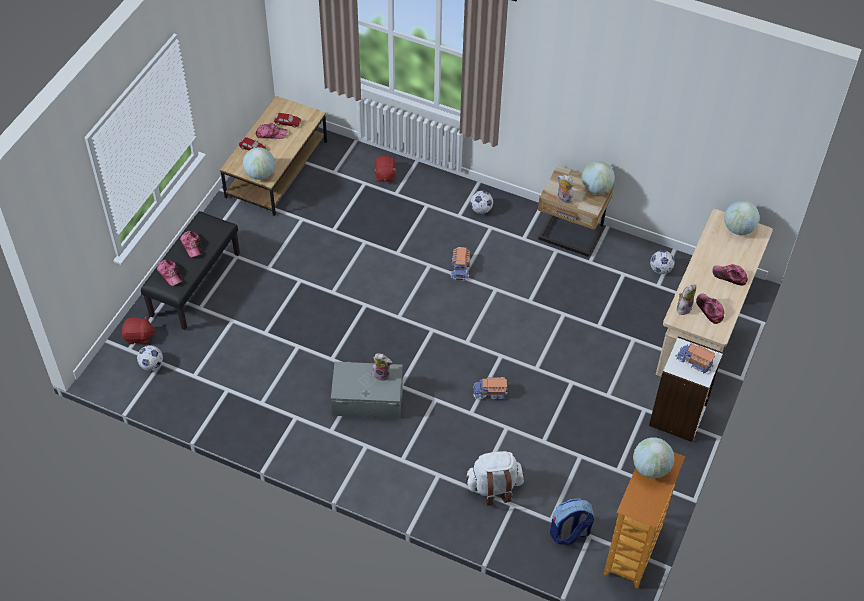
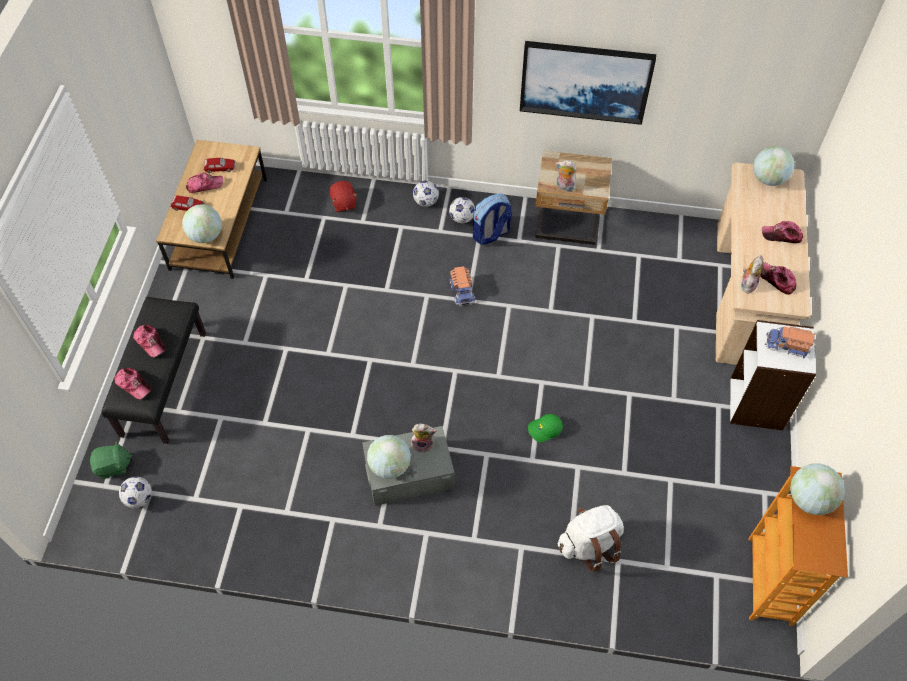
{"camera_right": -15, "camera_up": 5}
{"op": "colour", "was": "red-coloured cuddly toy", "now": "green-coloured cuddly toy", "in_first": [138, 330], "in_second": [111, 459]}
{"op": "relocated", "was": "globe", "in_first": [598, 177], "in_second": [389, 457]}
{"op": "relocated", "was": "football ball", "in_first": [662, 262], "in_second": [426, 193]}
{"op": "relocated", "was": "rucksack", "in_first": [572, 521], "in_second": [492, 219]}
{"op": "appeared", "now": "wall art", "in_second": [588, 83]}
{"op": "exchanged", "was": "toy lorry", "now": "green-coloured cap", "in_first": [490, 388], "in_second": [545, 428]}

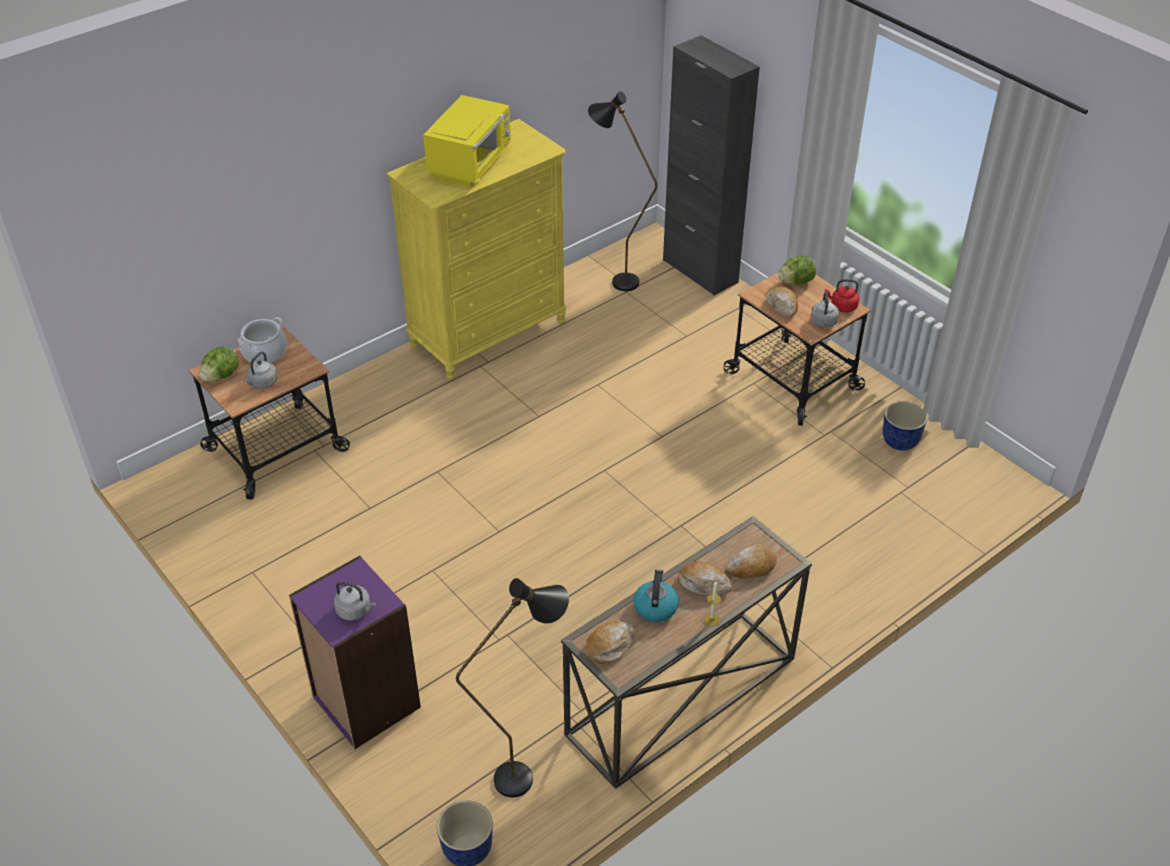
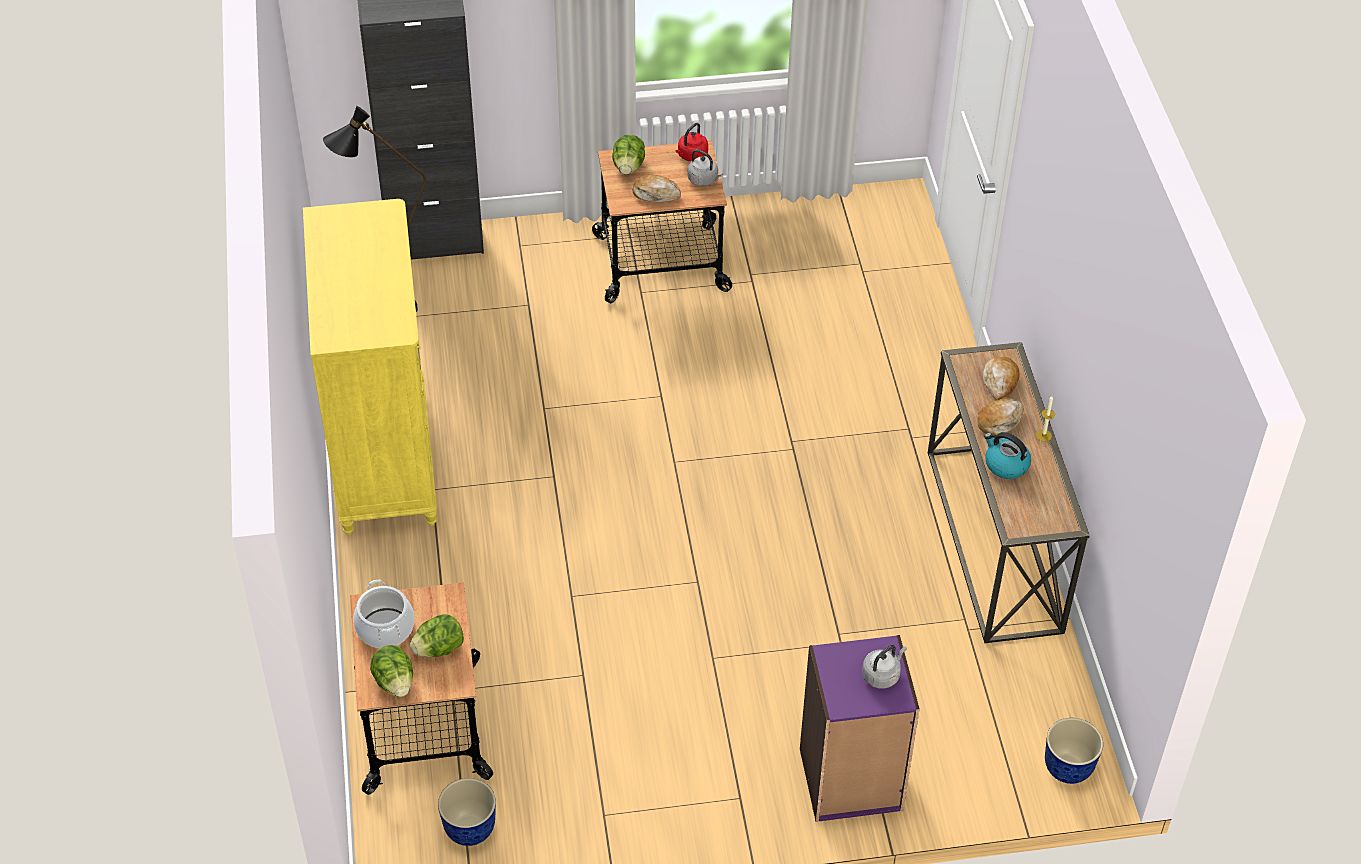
{"camera_right": -60, "camera_up": 5}
{"op": "exchanged", "was": "greyish water kettle", "now": "head of lettuce", "in_first": [260, 370], "in_second": [437, 636]}
{"op": "relocated", "was": "planter", "in_first": [905, 426], "in_second": [467, 812]}
{"op": "missing", "was": "yellow kitchen microwave", "in_first": [467, 140]}
{"op": "missing", "was": "black-coloured floor lamp", "in_first": [512, 687]}
{"op": "missing", "was": "bread", "in_first": [610, 642]}

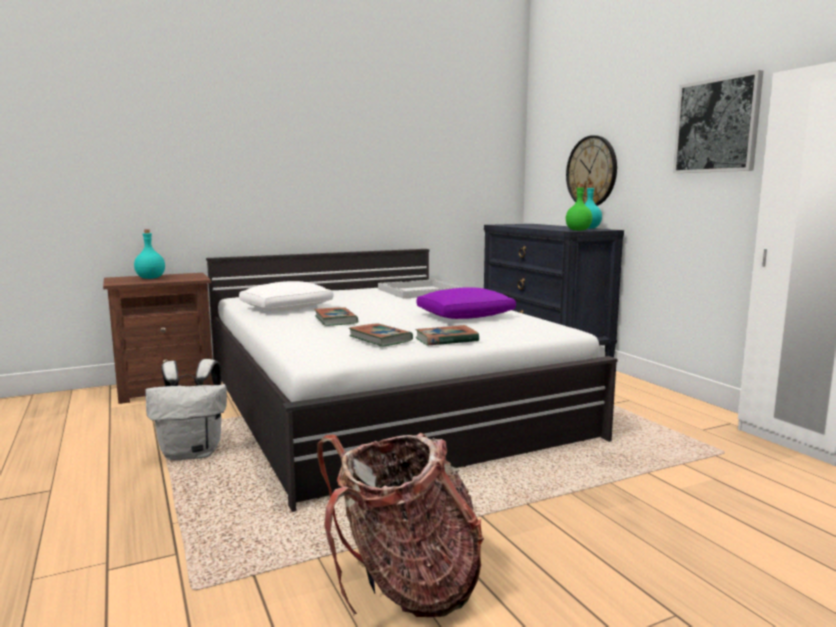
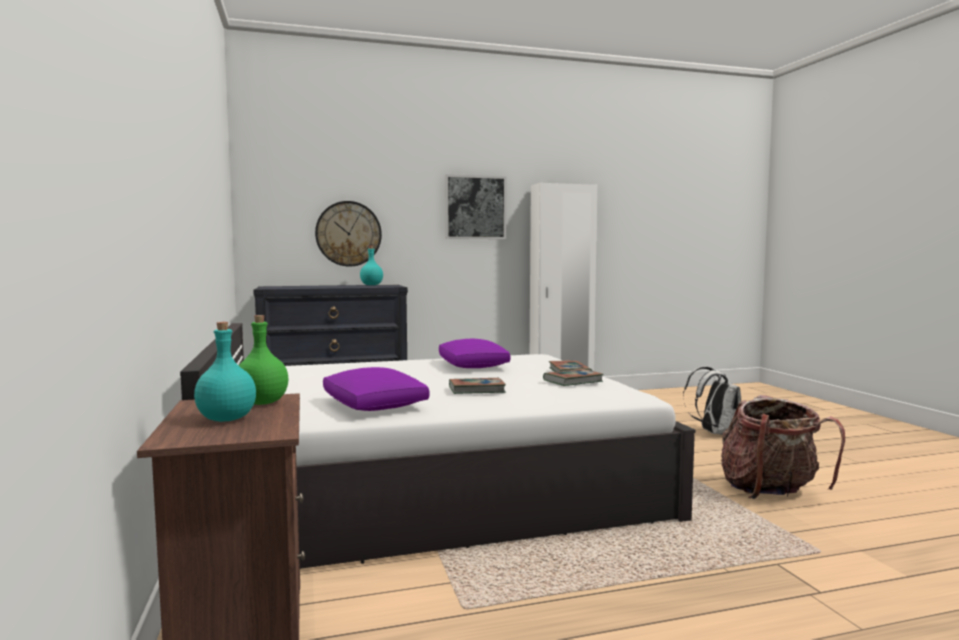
{"camera_right": -80, "camera_up": -5}
{"op": "relocated", "was": "green-coloured drink bottle", "in_first": [579, 207], "in_second": [264, 360]}
{"op": "colour", "was": "white-coloured throw pillow", "now": "purple-coloured throw pillow", "in_first": [286, 296], "in_second": [376, 389]}
{"op": "relocated", "was": "white-coloured rucksack", "in_first": [186, 409], "in_second": [712, 400]}
{"op": "missing", "was": "white-coloured tray", "in_first": [421, 289]}

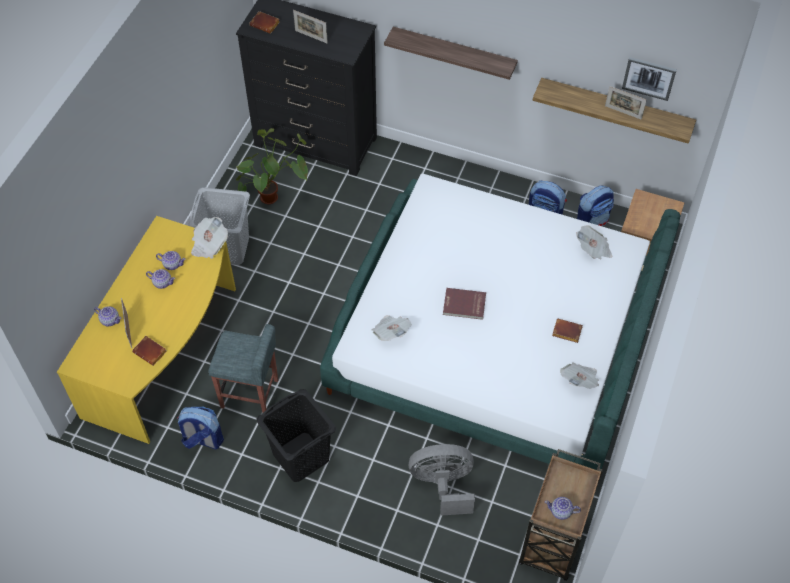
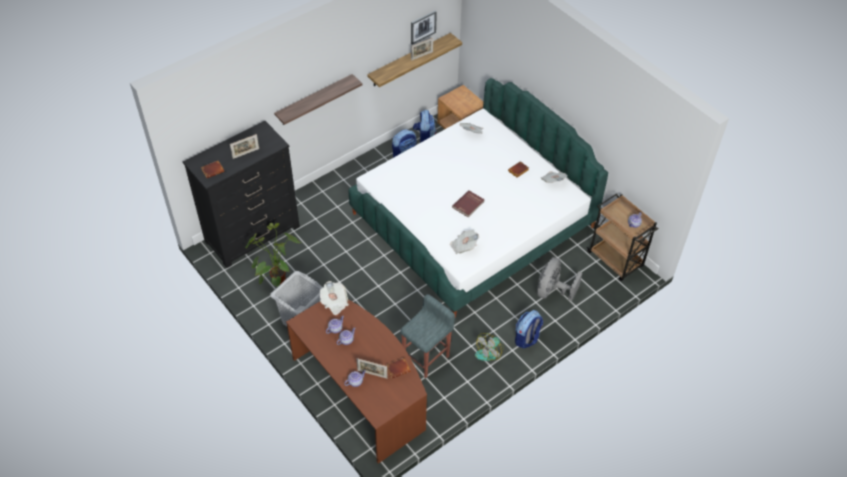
{"camera_right": -60, "camera_up": -5}
{"op": "colour", "was": "yellow desk unit", "now": "brownish desk unit", "in_first": [146, 330], "in_second": [356, 381]}
{"op": "exchanged", "was": "black-coloured laundry basket", "now": "electric fan", "in_first": [296, 435], "in_second": [489, 347]}
{"op": "relocated", "was": "rucksack", "in_first": [200, 428], "in_second": [529, 329]}

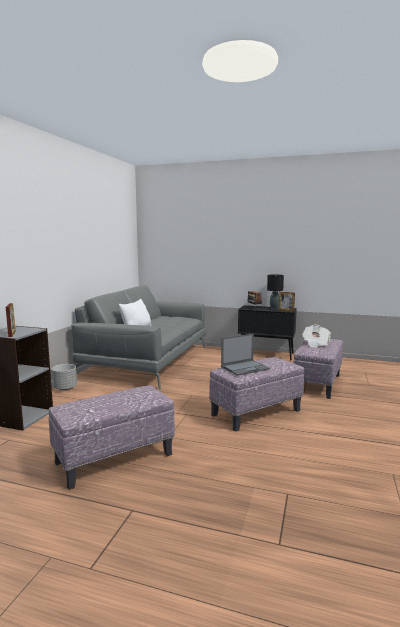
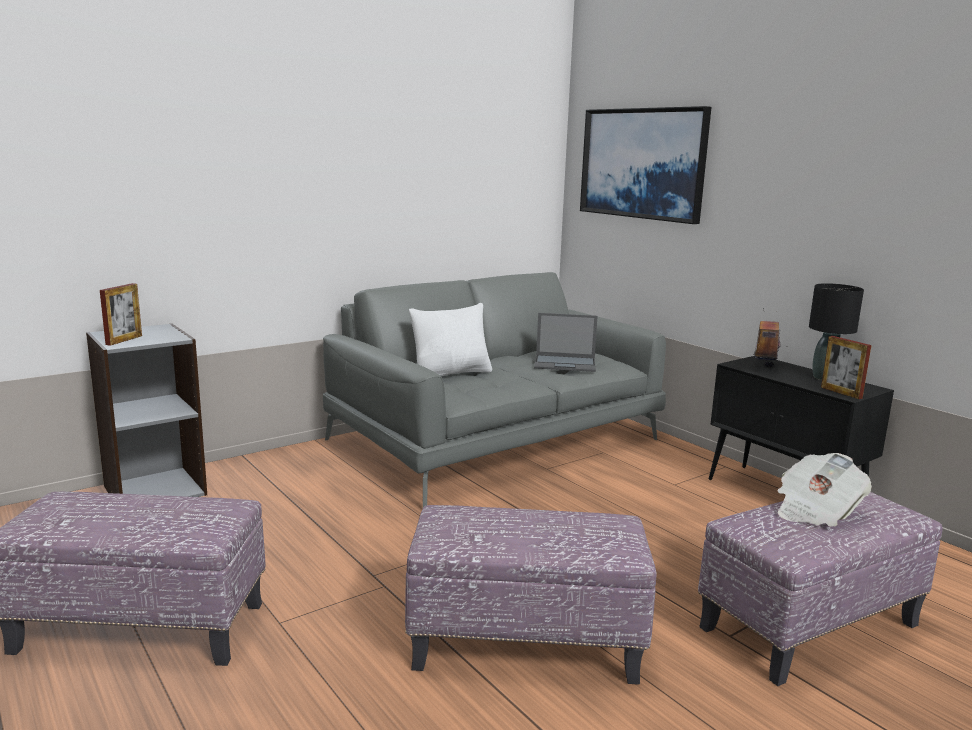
{"camera_right": 35, "camera_up": 5}
{"op": "relocated", "was": "notebook computer", "in_first": [245, 354], "in_second": [566, 342]}
{"op": "appeared", "now": "wall art", "in_second": [645, 165]}
{"op": "missing", "was": "greyish planter", "in_first": [64, 377]}

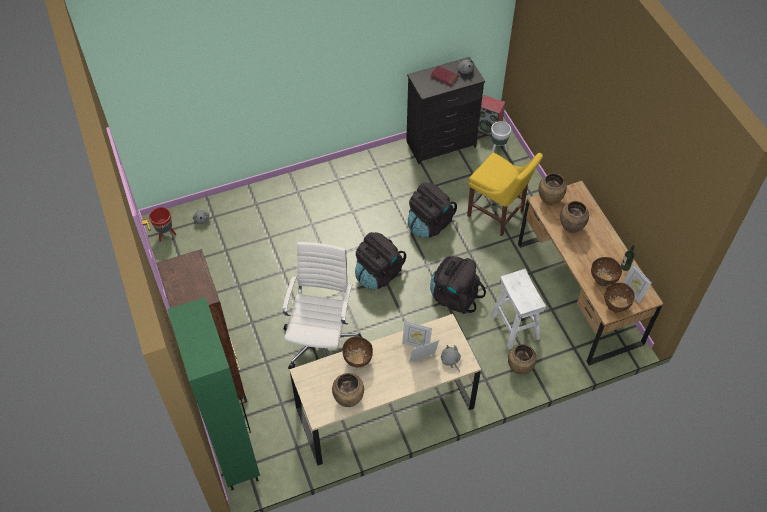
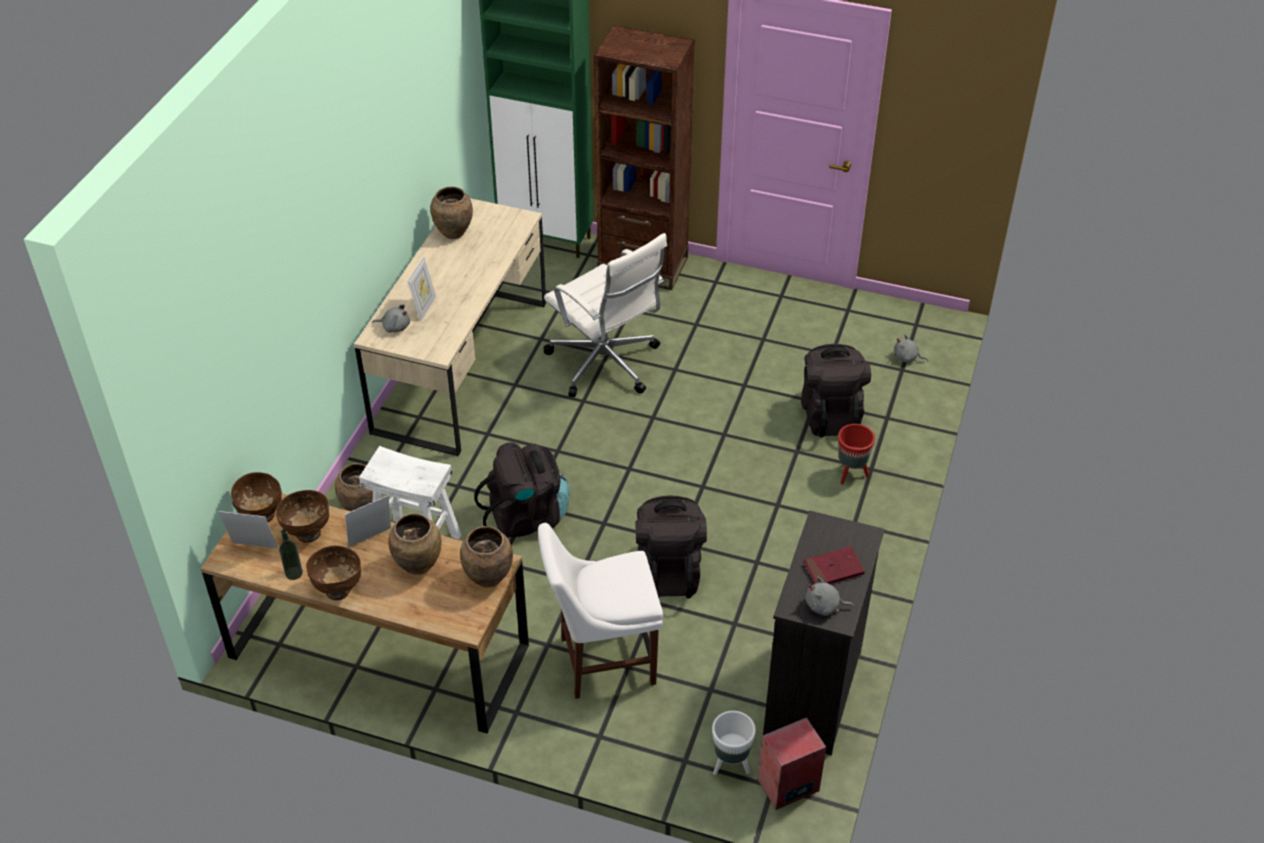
{"camera_right": 130, "camera_up": -10}
{"op": "relocated", "was": "brownish bowl", "in_first": [358, 352], "in_second": [333, 572]}
{"op": "relocated", "was": "picture frame", "in_first": [417, 334], "in_second": [368, 521]}
{"op": "colour", "was": "yellow upright chair", "now": "white-coloured upright chair", "in_first": [505, 194], "in_second": [600, 611]}
{"op": "relocated", "was": "black-coloured rucksack", "in_first": [380, 260], "in_second": [836, 390]}
{"op": "relocated", "was": "red-coloured planter", "in_first": [162, 224], "in_second": [856, 454]}

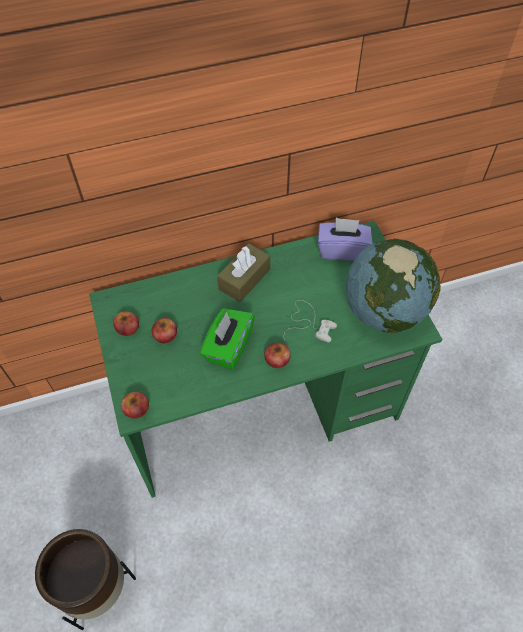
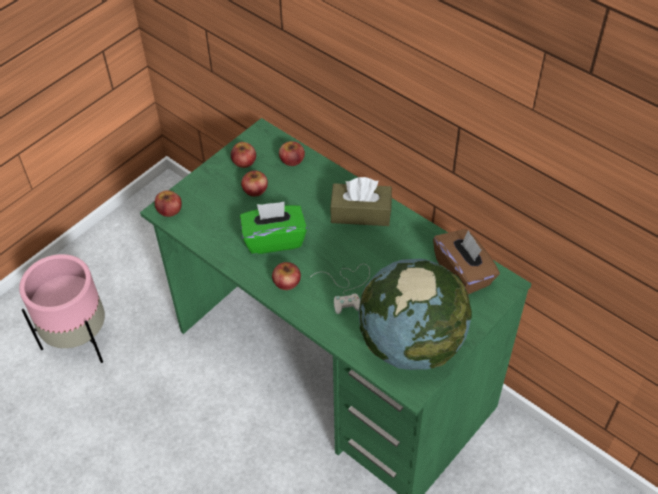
{"camera_right": 60, "camera_up": -5}
{"op": "colour", "was": "brownish planter", "now": "pink-coloured planter", "in_first": [85, 579], "in_second": [62, 308]}
{"op": "appeared", "now": "apple fruit", "in_second": [292, 153]}
{"op": "colour", "was": "purple-coloured tissue box", "now": "brownish tissue box", "in_first": [345, 239], "in_second": [466, 261]}

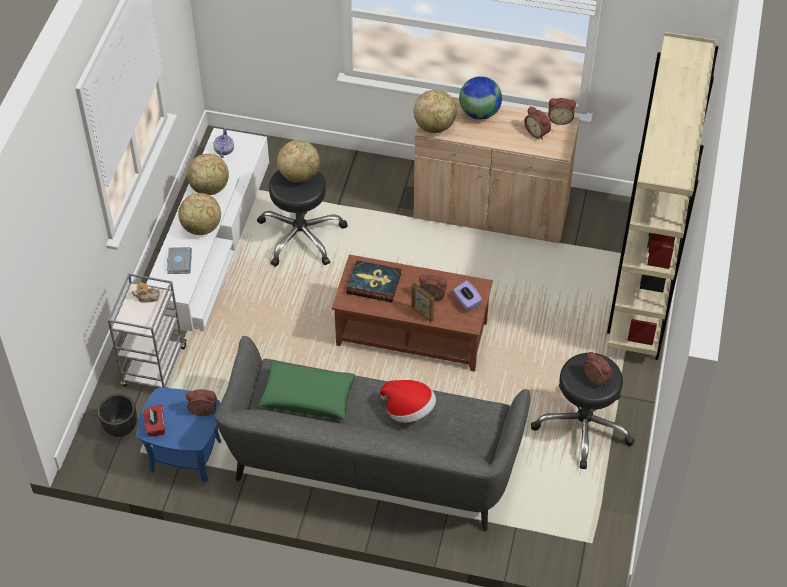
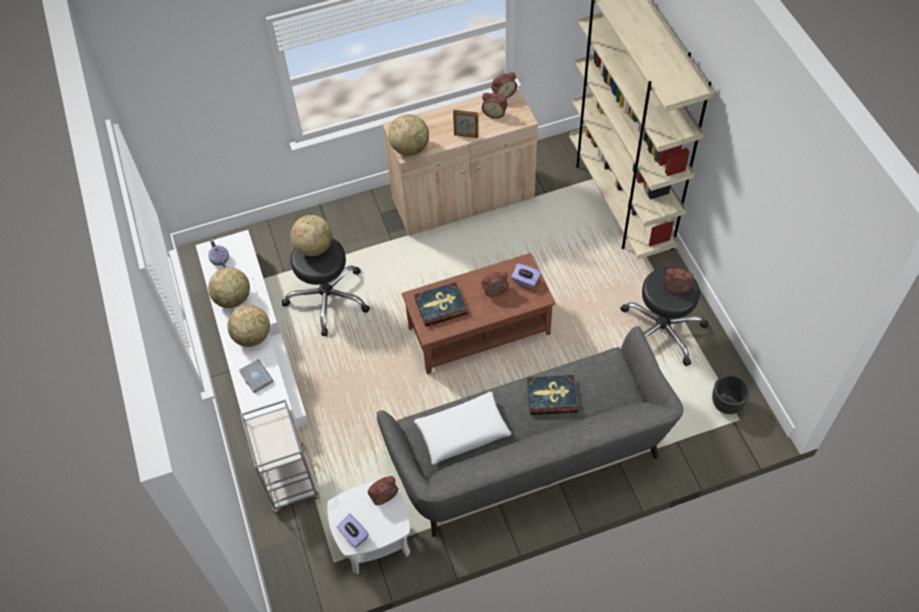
{"camera_right": -30, "camera_up": 5}
{"op": "colour", "was": "bluish side table", "now": "white-coloured side table", "in_first": [178, 435], "in_second": [368, 527]}
{"op": "colour", "was": "red-coloured tissue box", "now": "purple-coloured tissue box", "in_first": [154, 420], "in_second": [353, 531]}
{"op": "colour", "was": "green-coloured throw pillow", "now": "white-coloured throw pillow", "in_first": [307, 390], "in_second": [462, 428]}
{"op": "relocated", "was": "picture frame", "in_first": [422, 302], "in_second": [466, 124]}
{"op": "exchanged", "was": "clothing hat", "now": "book", "in_first": [408, 401], "in_second": [552, 395]}
{"op": "relocated", "was": "black-coloured planter", "in_first": [117, 415], "in_second": [731, 394]}
{"op": "missing", "was": "pot for tea", "in_first": [146, 292]}
{"op": "missing", "was": "globe", "in_first": [480, 97]}

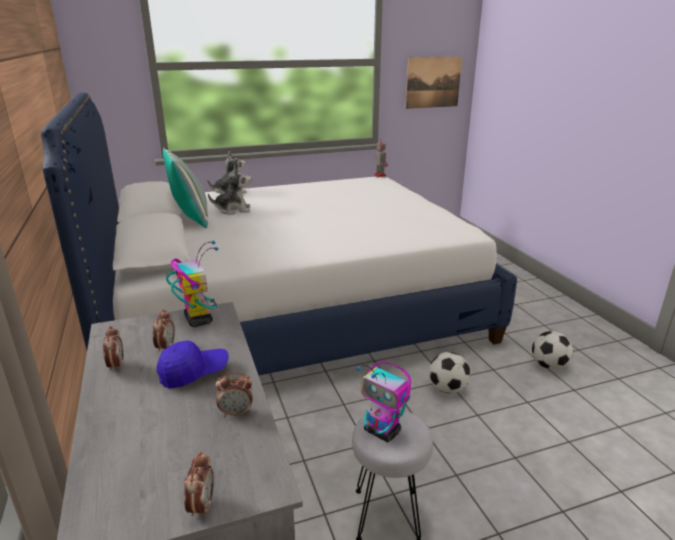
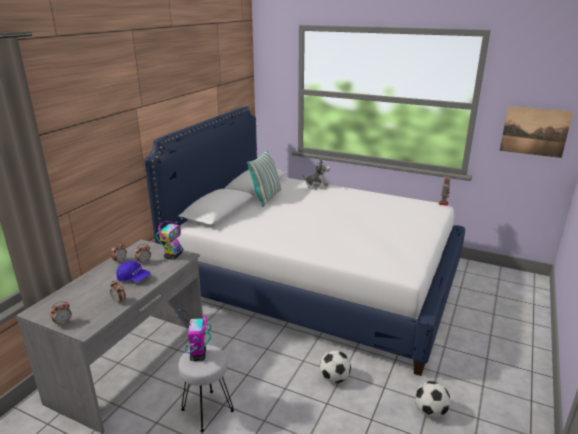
{"camera_right": 45, "camera_up": 0}
{"op": "missing", "was": "cuddly toy", "in_first": [230, 190]}

